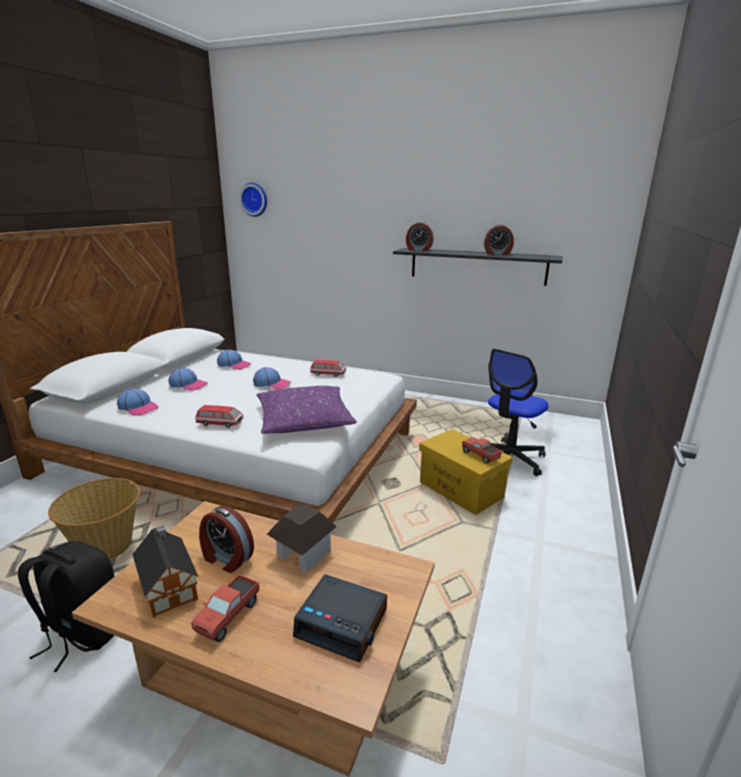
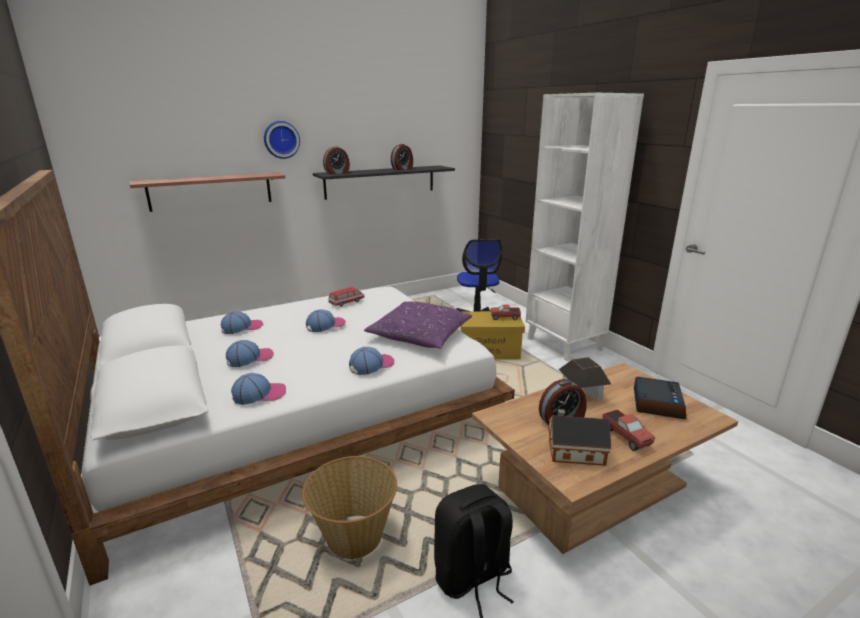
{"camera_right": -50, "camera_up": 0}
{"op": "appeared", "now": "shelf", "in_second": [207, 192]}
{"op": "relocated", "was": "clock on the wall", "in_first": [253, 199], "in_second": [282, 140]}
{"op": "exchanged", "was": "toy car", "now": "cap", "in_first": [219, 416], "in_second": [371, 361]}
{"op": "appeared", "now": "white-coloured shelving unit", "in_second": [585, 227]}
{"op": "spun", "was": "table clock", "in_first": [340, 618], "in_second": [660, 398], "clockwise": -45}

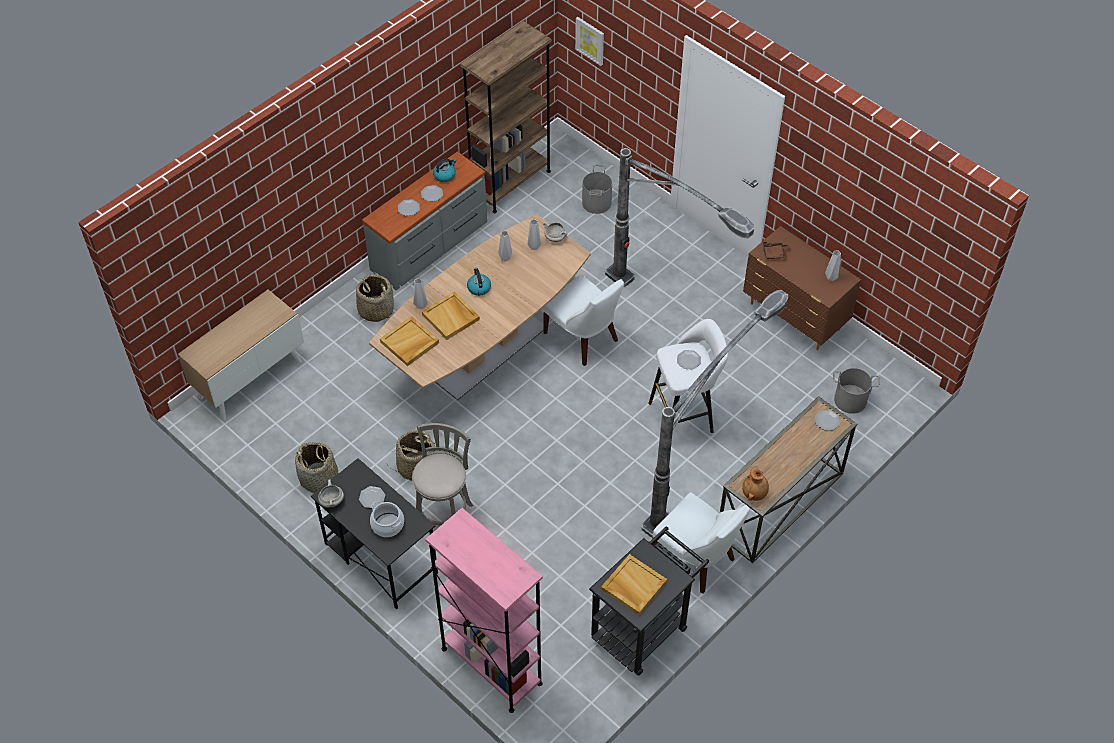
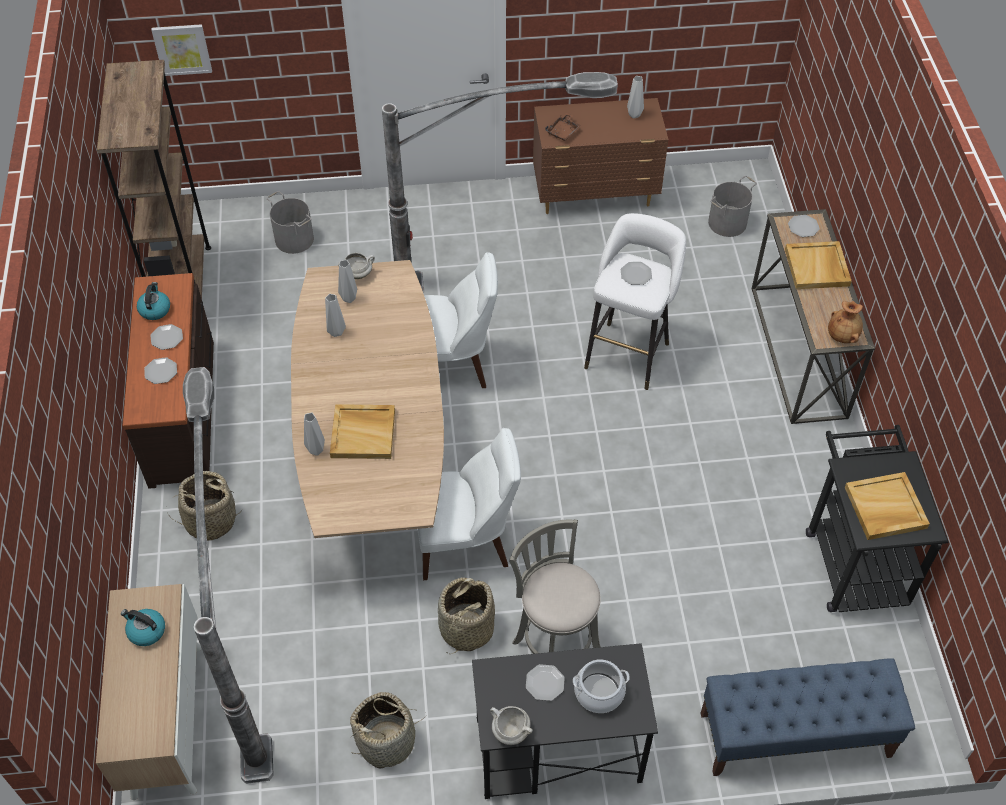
{"camera_right": -50, "camera_up": 0}
{"op": "relocated", "was": "water kettle", "in_first": [479, 282], "in_second": [143, 627]}
{"op": "colour", "was": "greyish drawer chest", "now": "brownish drawer chest", "in_first": [424, 221], "in_second": [168, 381]}
{"op": "relocated", "was": "floor lamp", "in_first": [714, 414], "in_second": [228, 575]}
{"op": "relocated", "was": "white-coloured upright chair", "in_first": [701, 543], "in_second": [469, 504]}
{"op": "exchanged", "was": "pink-coloured shelving unit", "now": "bluish bench", "in_first": [484, 610], "in_second": [807, 717]}
{"op": "relocated", "was": "sand-coloured tray", "in_first": [409, 341], "in_second": [818, 265]}

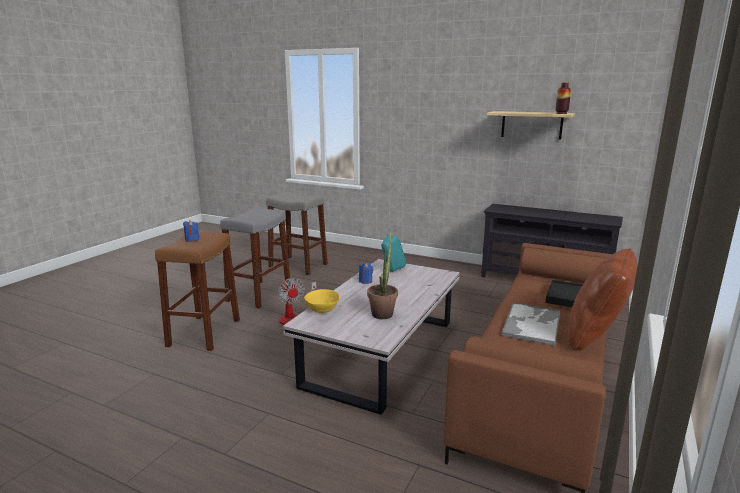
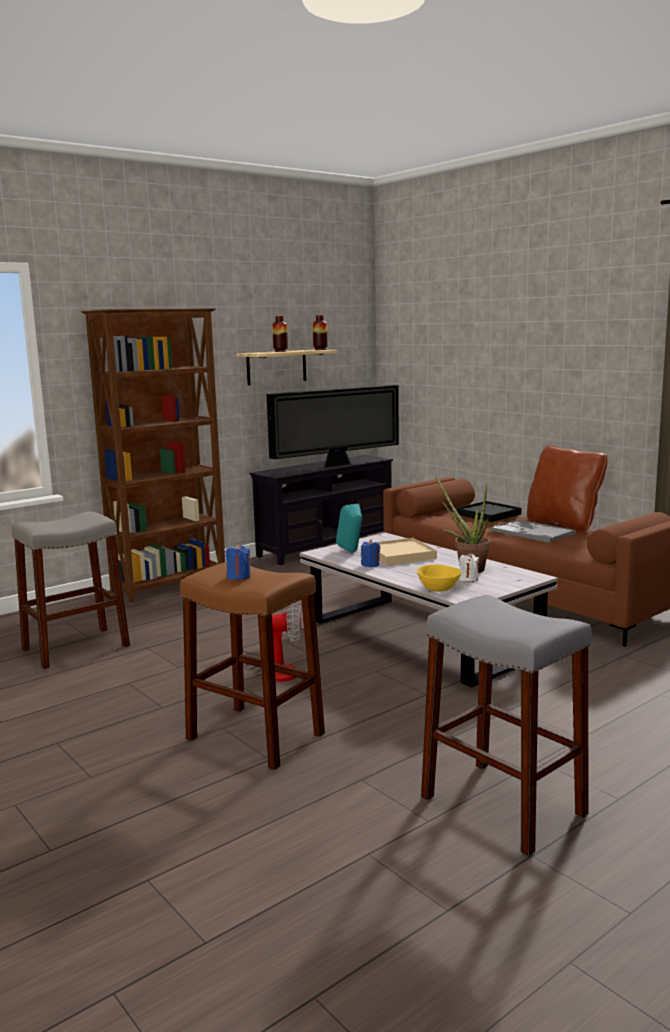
{"camera_right": -65, "camera_up": -5}
{"op": "appeared", "now": "brownish shelving unit", "in_second": [153, 455]}
{"op": "appeared", "now": "television", "in_second": [333, 426]}
{"op": "appeared", "now": "flower vase", "in_second": [280, 334]}
{"op": "appeared", "now": "sand-coloured tray", "in_second": [405, 551]}
{"op": "relocated", "was": "greyish sitting stool", "in_first": [255, 258], "in_second": [506, 725]}
{"op": "appeared", "now": "white-coloured wax candle", "in_second": [469, 567]}

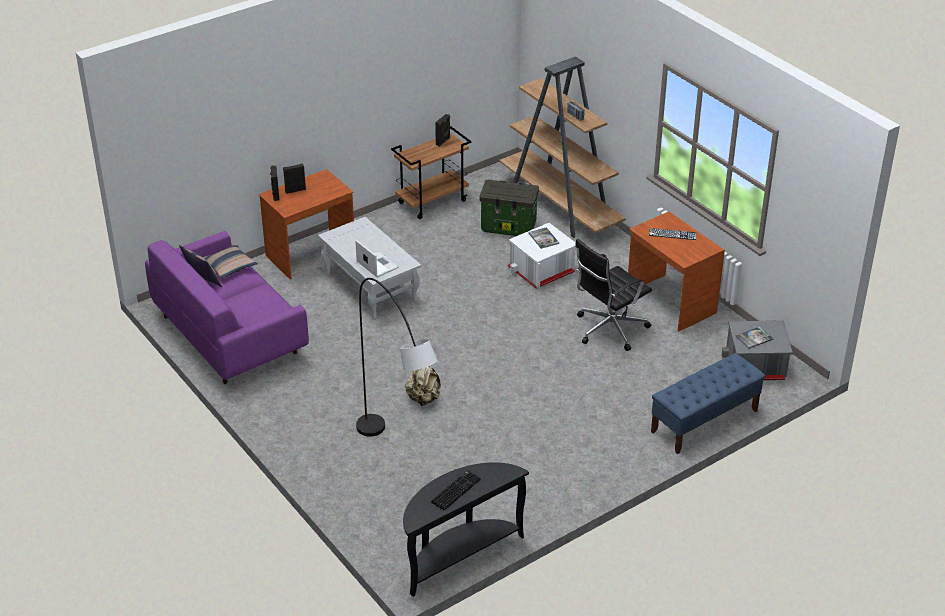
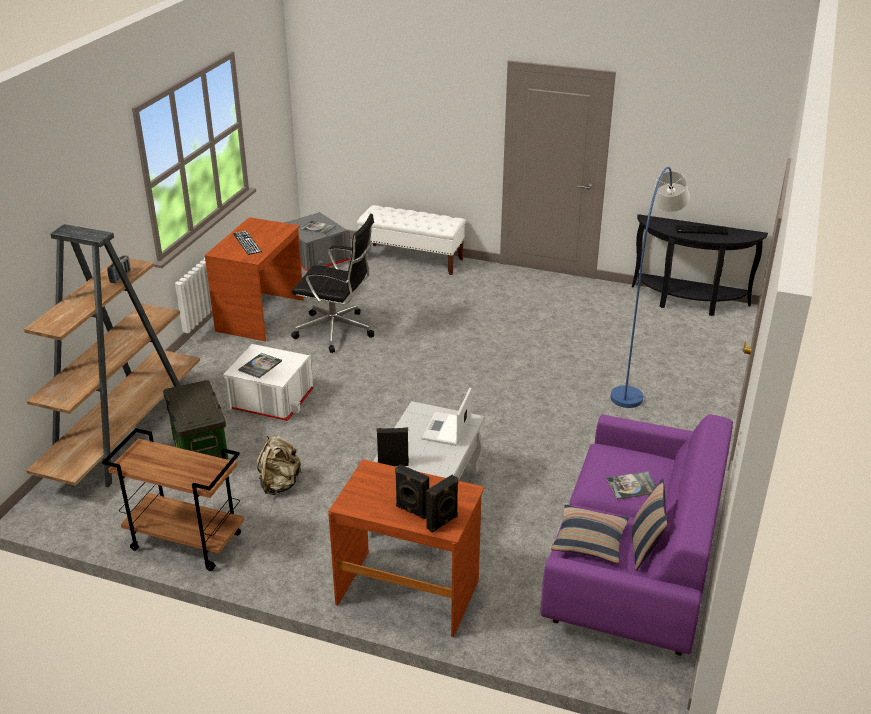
{"camera_right": -125, "camera_up": -5}
{"op": "relocated", "was": "sand-coloured rucksack", "in_first": [423, 386], "in_second": [279, 465]}
{"op": "colour", "was": "bluish bench", "now": "white-coloured bench", "in_first": [708, 403], "in_second": [411, 240]}
{"op": "relocated", "was": "black-coloured audio speaker", "in_first": [442, 130], "in_second": [393, 446]}
{"op": "appeared", "now": "book", "in_second": [631, 485]}
{"op": "colour", "was": "black-coloured floor lamp", "now": "bluish floor lamp", "in_first": [397, 357], "in_second": [650, 287]}

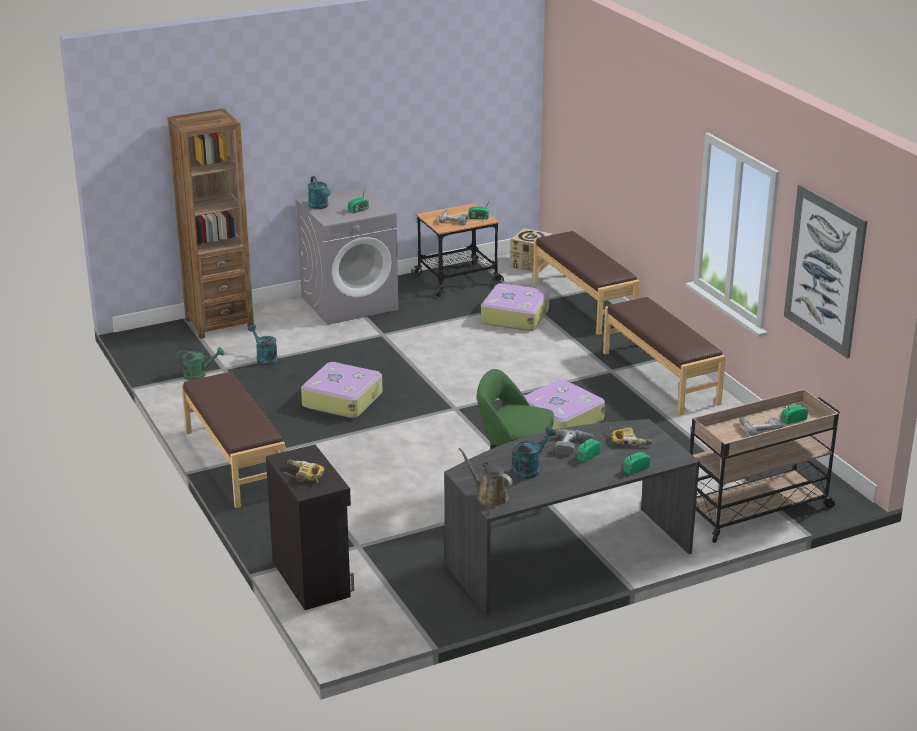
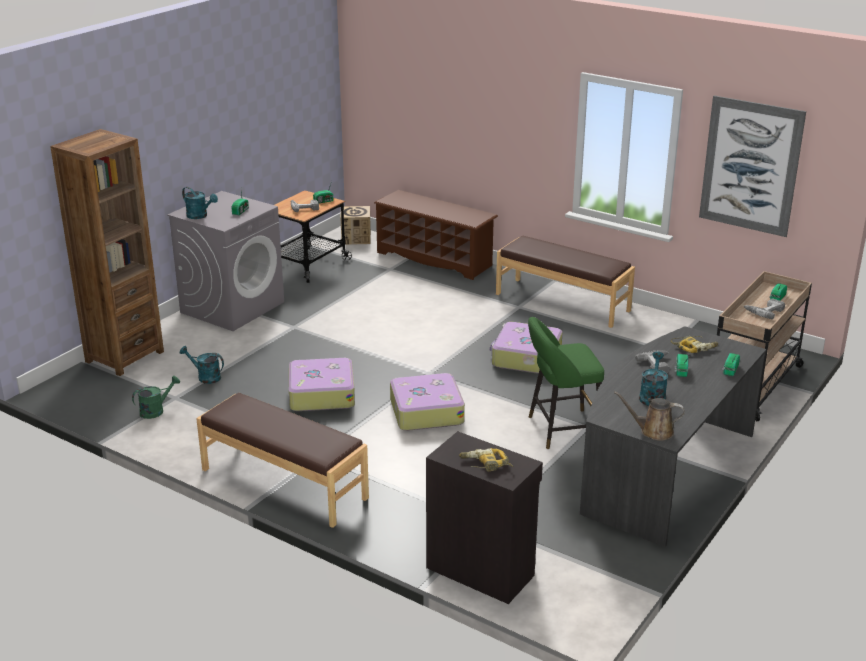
{"camera_right": -30, "camera_up": 0}
{"op": "exchanged", "was": "brownish bench", "now": "brownish shoe shelf", "in_first": [586, 283], "in_second": [436, 235]}
{"op": "relocated", "was": "travel case", "in_first": [515, 307], "in_second": [427, 402]}

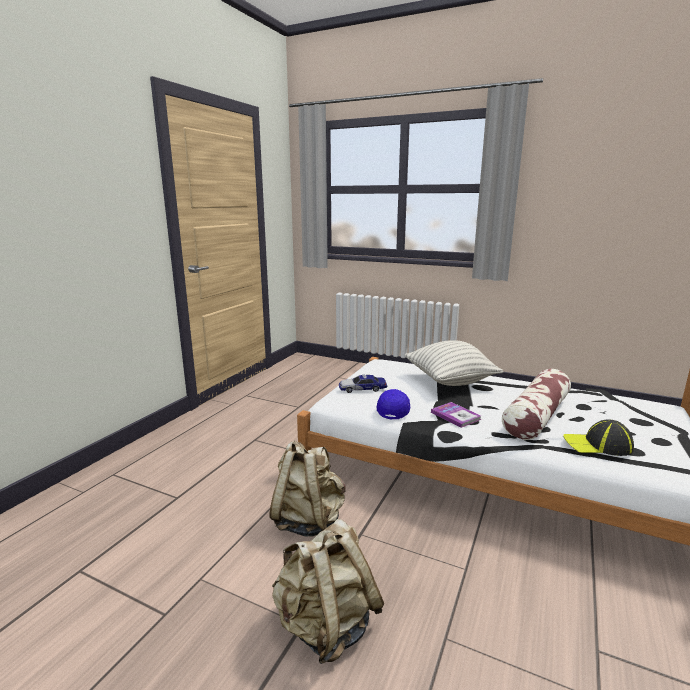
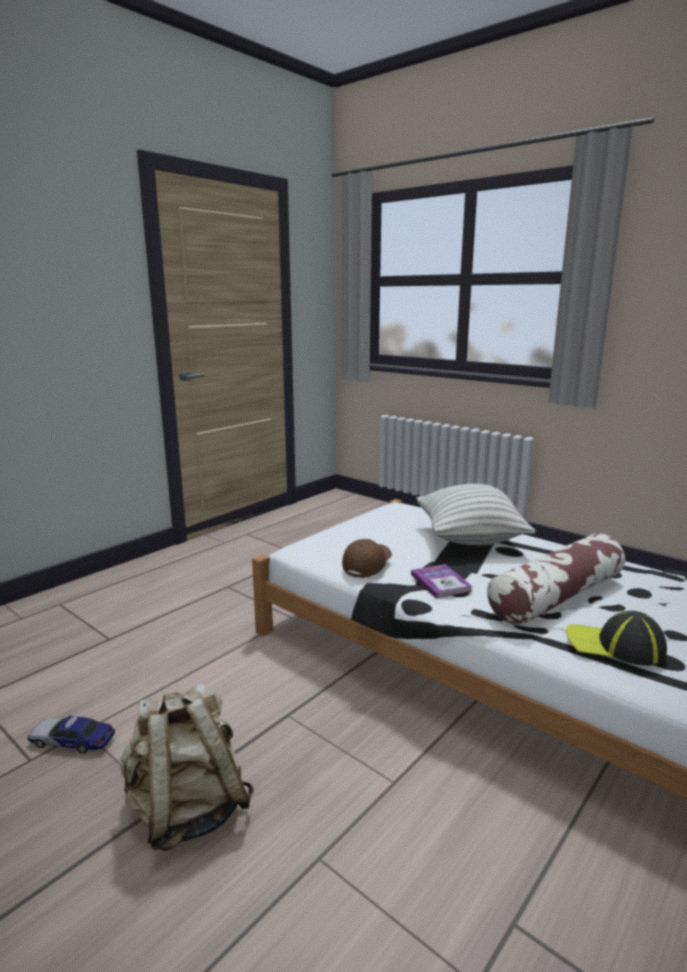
{"camera_right": 15, "camera_up": 0}
{"op": "relocated", "was": "toy car", "in_first": [363, 383], "in_second": [71, 734]}
{"op": "colour", "was": "bluish cap", "now": "brownish cap", "in_first": [393, 404], "in_second": [367, 558]}
{"op": "missing", "was": "sand-coloured rucksack", "in_first": [308, 488]}

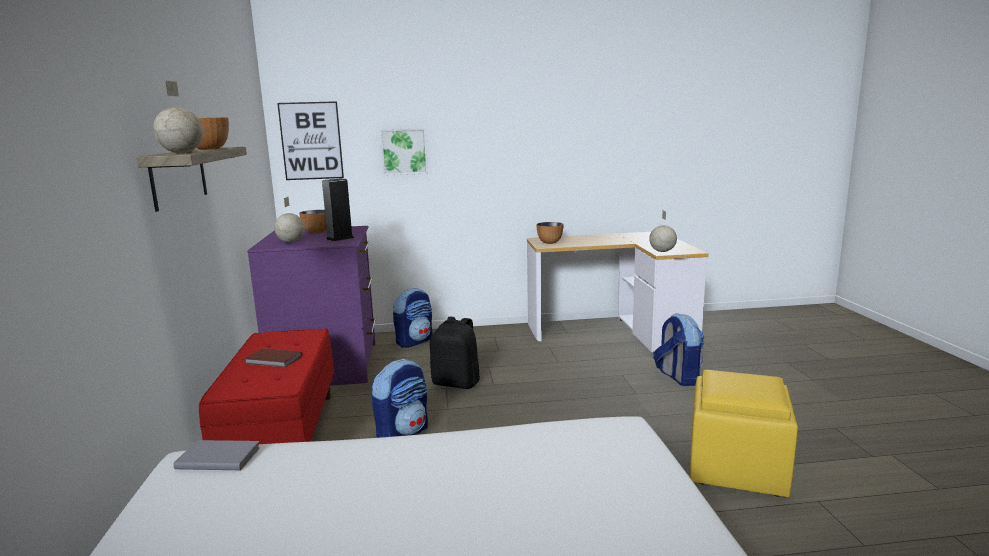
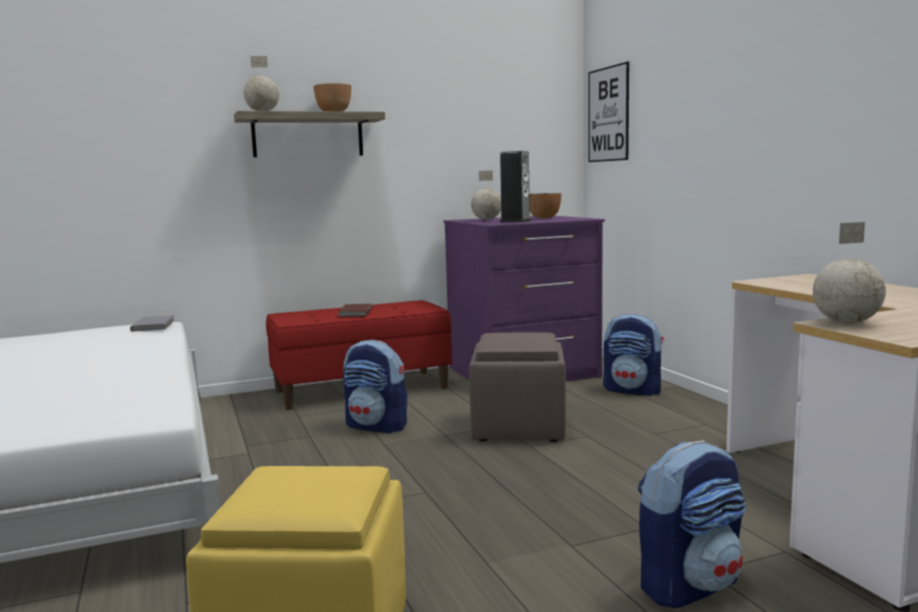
{"camera_right": 75, "camera_up": -5}
{"op": "exchanged", "was": "black-coloured rucksack", "now": "brownish pouffe", "in_first": [455, 353], "in_second": [517, 387]}
{"op": "missing", "was": "wall art", "in_first": [404, 151]}
{"op": "missing", "was": "bowl", "in_first": [549, 233]}

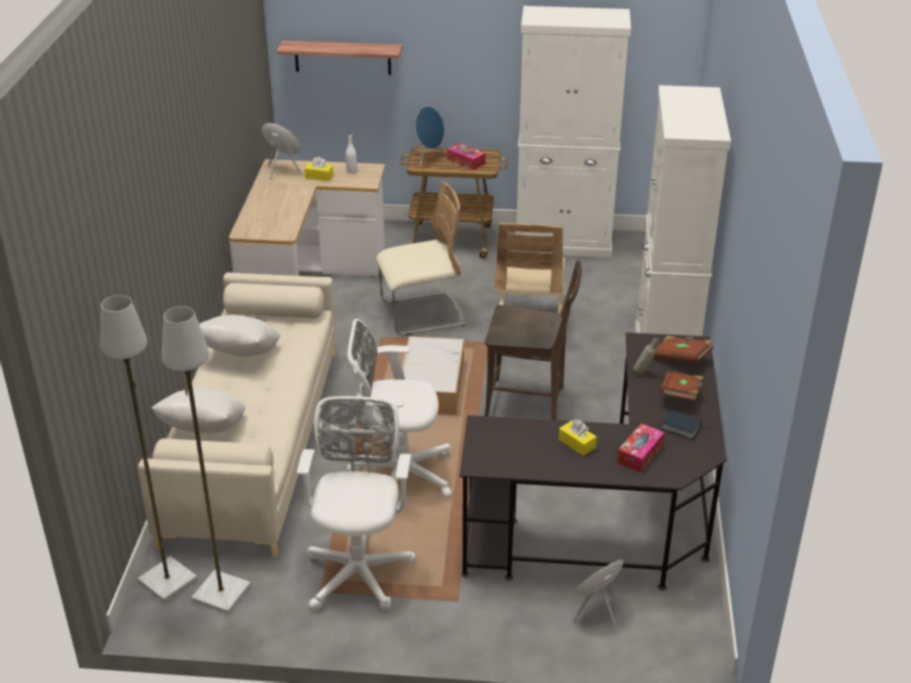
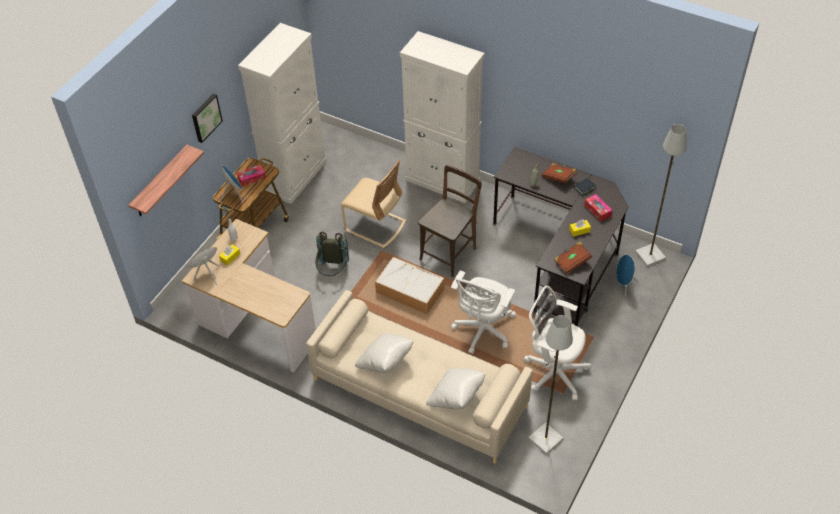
{"camera_right": -65, "camera_up": 15}
{"op": "appeared", "now": "wall art", "in_second": [207, 118]}
{"op": "exchanged", "was": "sand-coloured upright chair", "now": "greyish rucksack", "in_first": [420, 258], "in_second": [332, 254]}
{"op": "relocated", "was": "brownish book", "in_first": [683, 349], "in_second": [573, 258]}
{"op": "relocated", "was": "greyish floor lamp", "in_first": [149, 449], "in_second": [661, 195]}

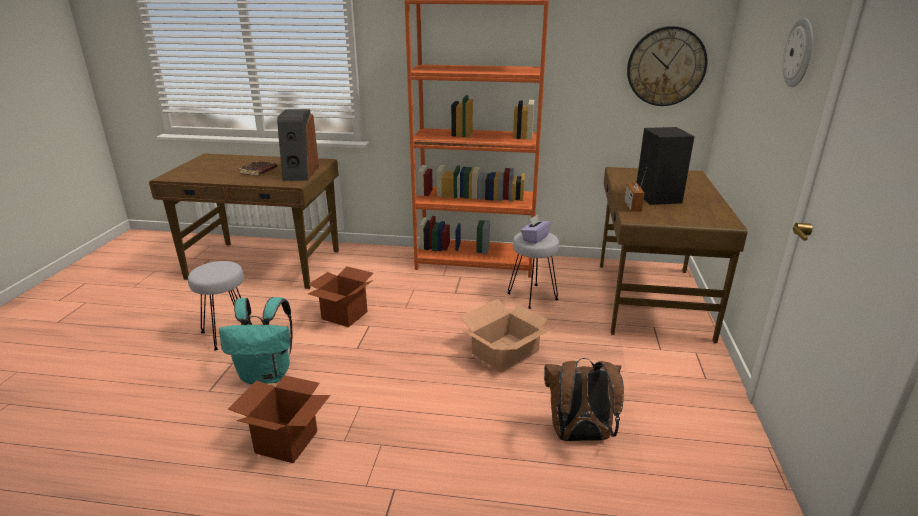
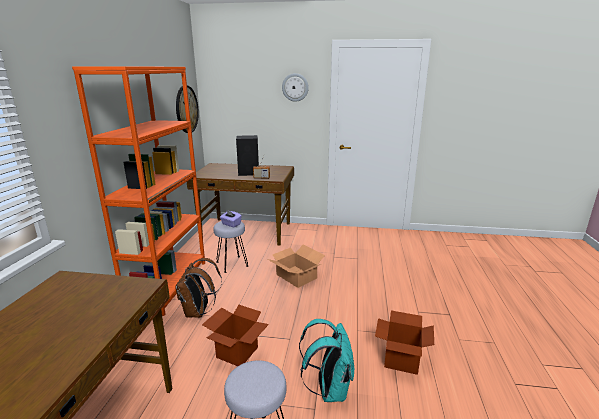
{"camera_right": -90, "camera_up": -5}
{"op": "relocated", "was": "brownish rucksack", "in_first": [584, 399], "in_second": [198, 288]}
{"op": "missing", "was": "brownish book", "in_first": [258, 168]}
{"op": "missing", "was": "audio speaker", "in_first": [298, 145]}

